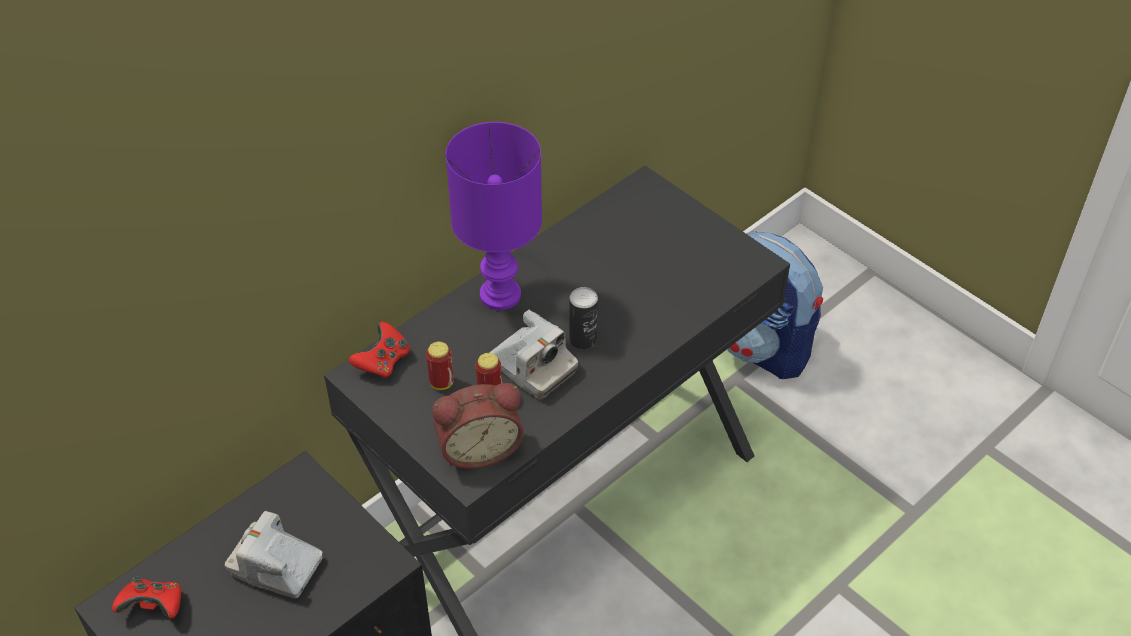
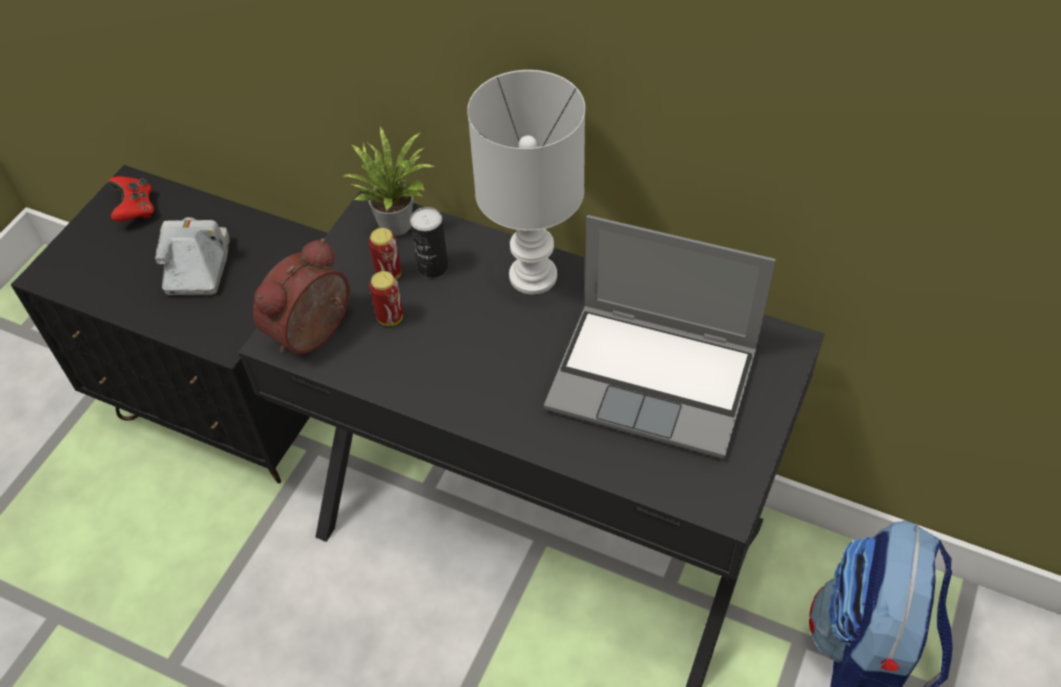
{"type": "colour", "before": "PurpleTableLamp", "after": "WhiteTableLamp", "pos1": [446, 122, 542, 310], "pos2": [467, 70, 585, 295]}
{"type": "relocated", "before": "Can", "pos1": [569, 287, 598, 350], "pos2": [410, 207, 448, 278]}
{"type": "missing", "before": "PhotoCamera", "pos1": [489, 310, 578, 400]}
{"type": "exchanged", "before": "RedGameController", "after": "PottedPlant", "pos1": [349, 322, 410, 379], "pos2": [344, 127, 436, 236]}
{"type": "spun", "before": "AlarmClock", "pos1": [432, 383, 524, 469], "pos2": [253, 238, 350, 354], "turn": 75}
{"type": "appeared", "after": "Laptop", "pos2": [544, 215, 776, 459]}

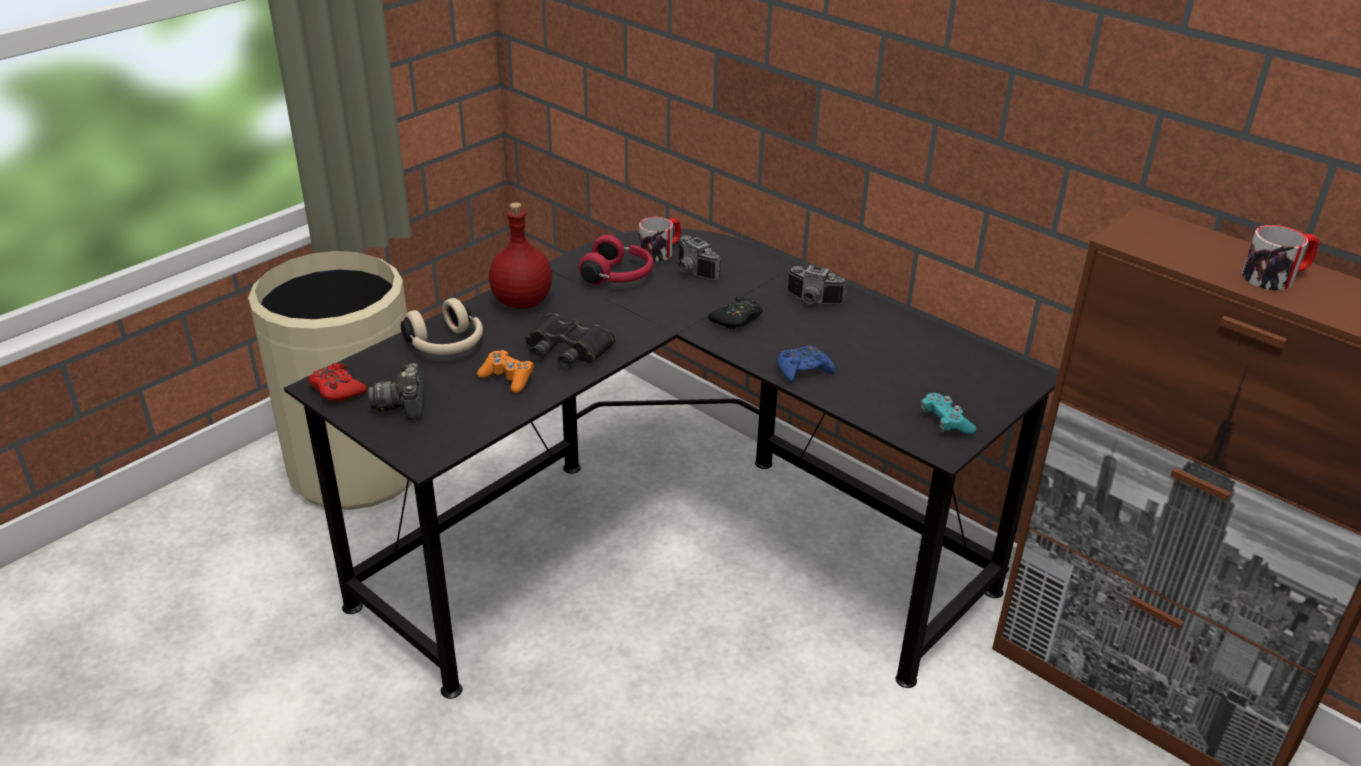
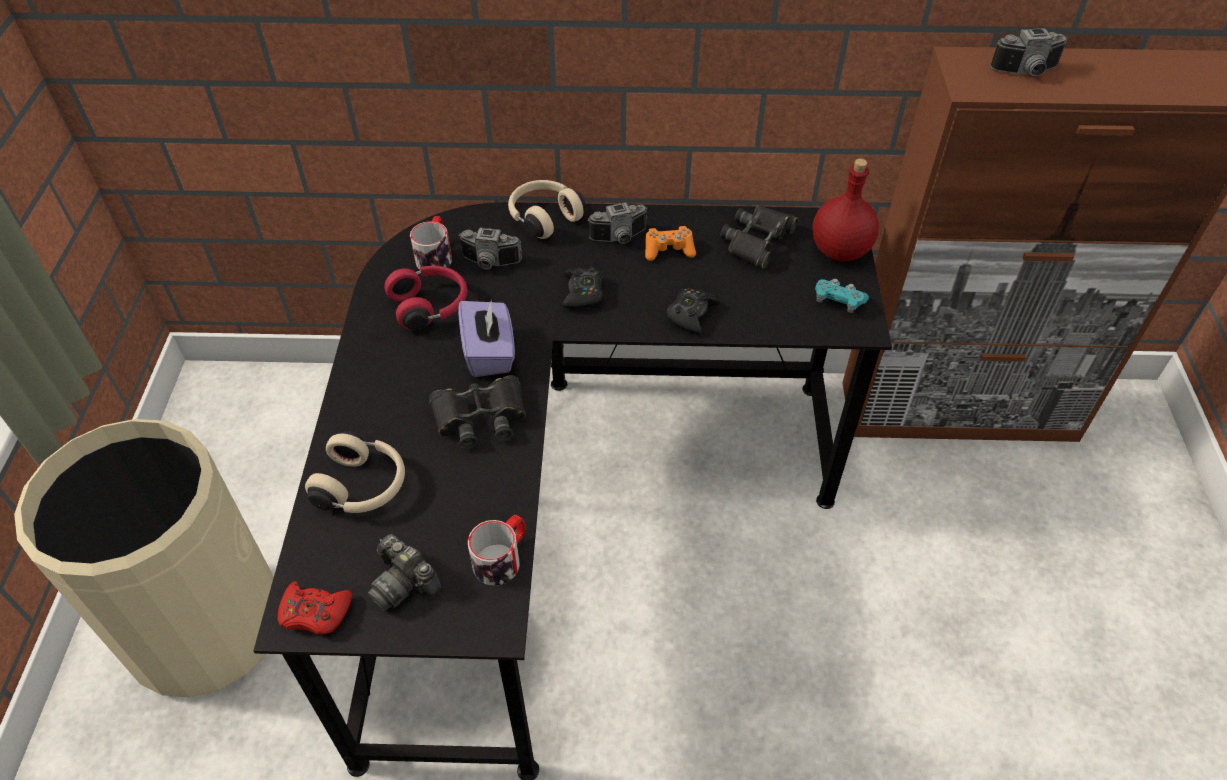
{"type": "relocated", "before": "RedBottle", "pos1": [489, 202, 552, 309], "pos2": [812, 159, 879, 262]}
{"type": "relocated", "before": "Mug", "pos1": [1242, 225, 1319, 291], "pos2": [468, 515, 525, 586]}
{"type": "colour", "before": "BlueGameController", "after": "BlackGameController", "pos1": [777, 345, 836, 383], "pos2": [666, 288, 720, 334]}
{"type": "relocated", "before": "OrangeGameController", "pos1": [477, 350, 534, 393], "pos2": [645, 226, 696, 261]}
{"type": "appeared", "after": "PhotoCamera", "pos2": [990, 28, 1068, 76]}
{"type": "appeared", "after": "BeigeHeadphones", "pos2": [508, 180, 586, 239]}
{"type": "appeared", "after": "BlackBinoculars", "pos2": [720, 205, 798, 269]}
{"type": "appeared", "after": "PurpleTissueBox", "pos2": [458, 299, 515, 377]}

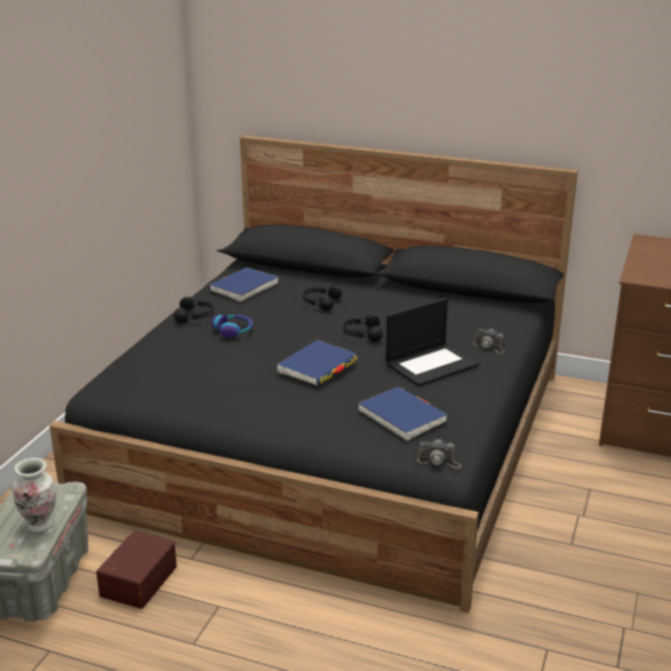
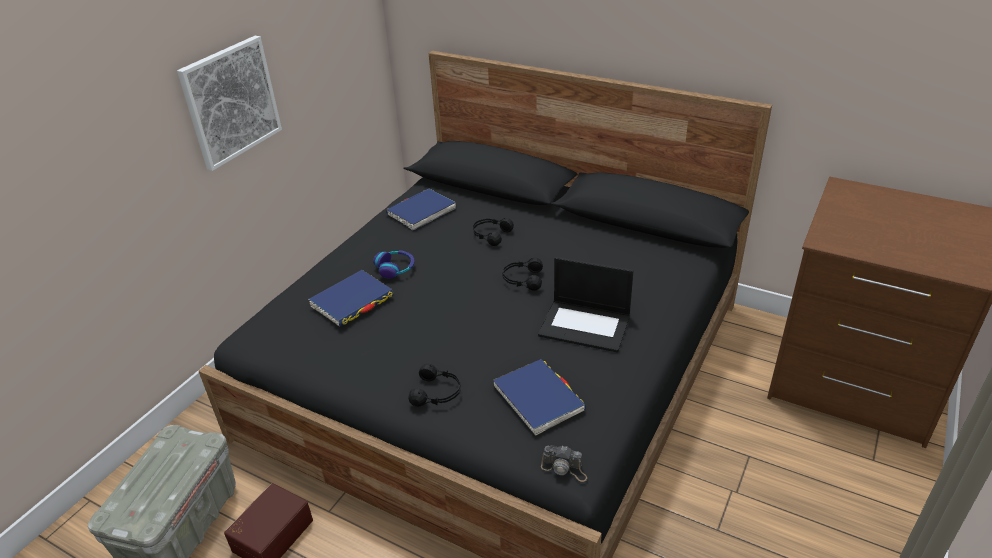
{"type": "relocated", "before": "BlackHeadphones", "pos1": [174, 297, 214, 323], "pos2": [408, 364, 461, 407]}
{"type": "spun", "before": "Laptop", "pos1": [386, 297, 479, 387], "pos2": [538, 257, 634, 353], "turn": 45}
{"type": "missing", "before": "PhotoCamera", "pos1": [473, 329, 505, 354]}
{"type": "relocated", "before": "BlueBook", "pos1": [276, 340, 358, 386], "pos2": [308, 270, 394, 327]}
{"type": "missing", "before": "Vase", "pos1": [13, 458, 56, 533]}
{"type": "appeared", "after": "Picture", "pos2": [177, 36, 282, 171]}

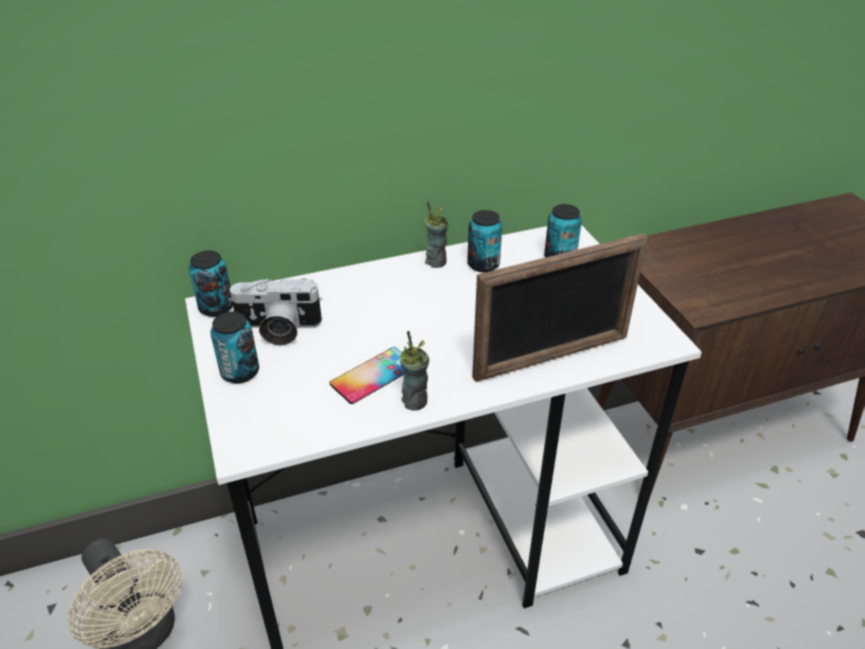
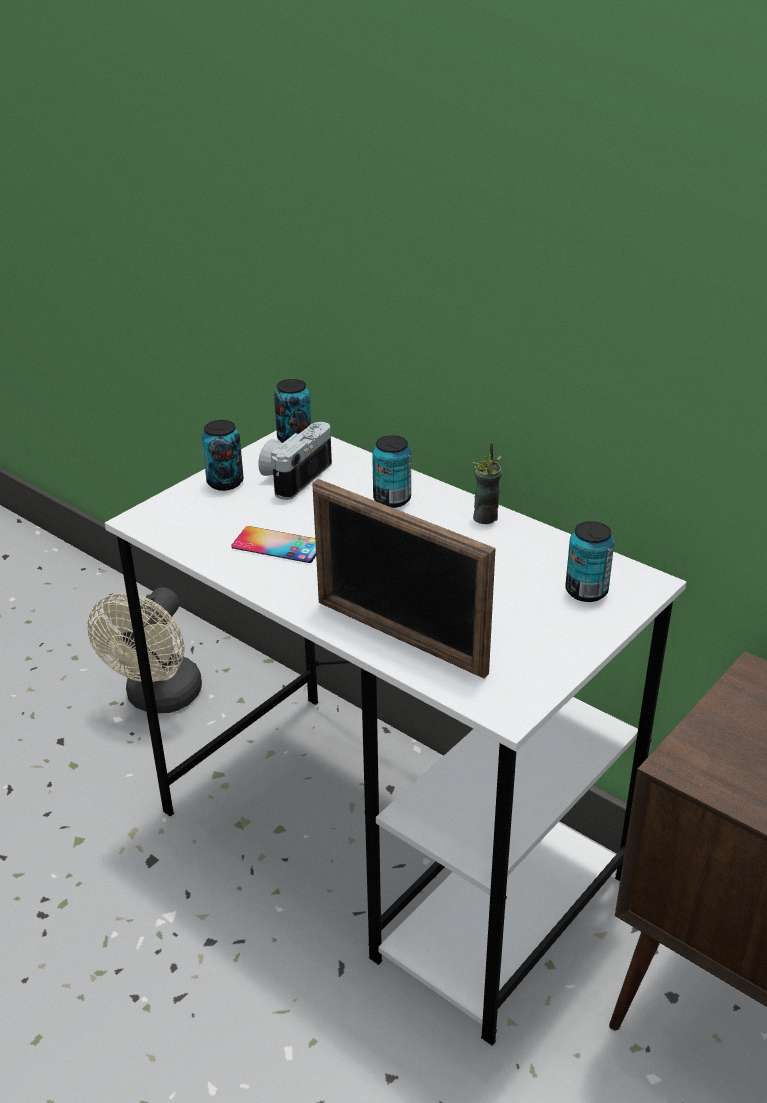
{"type": "relocated", "before": "Can", "pos1": [467, 210, 502, 272], "pos2": [372, 435, 411, 508]}
{"type": "spun", "before": "PhotoCamera", "pos1": [229, 278, 323, 346], "pos2": [258, 422, 332, 500], "turn": 60}
{"type": "missing", "before": "Cup", "pos1": [400, 331, 429, 411]}

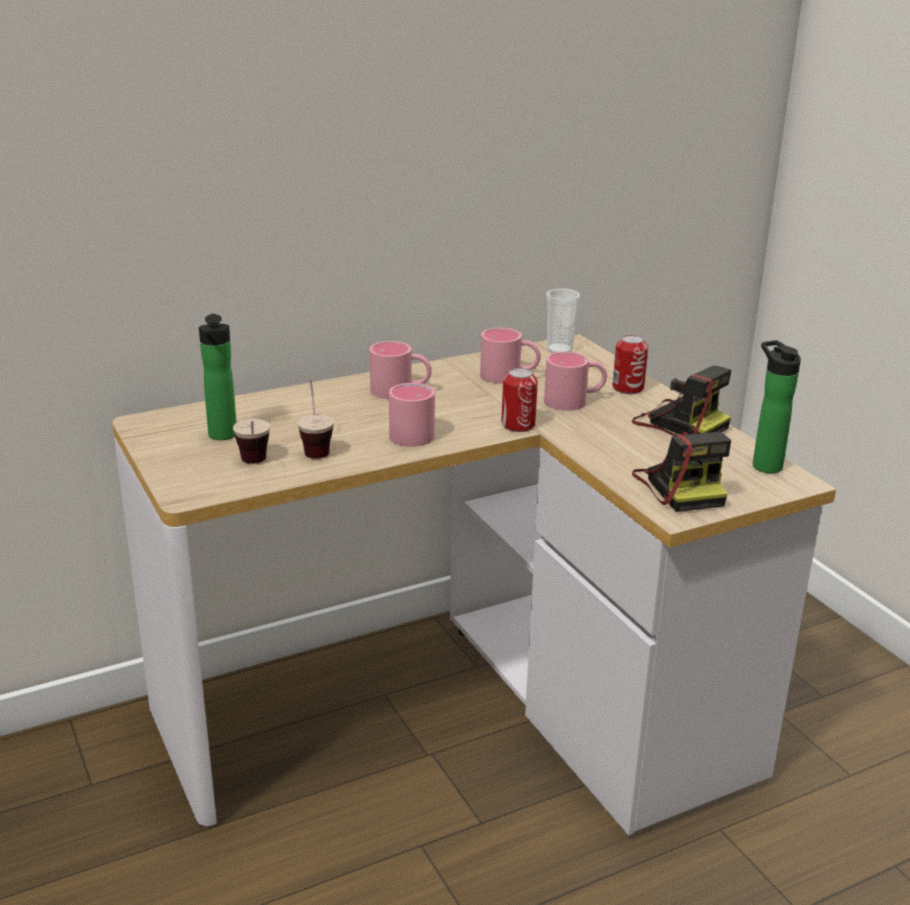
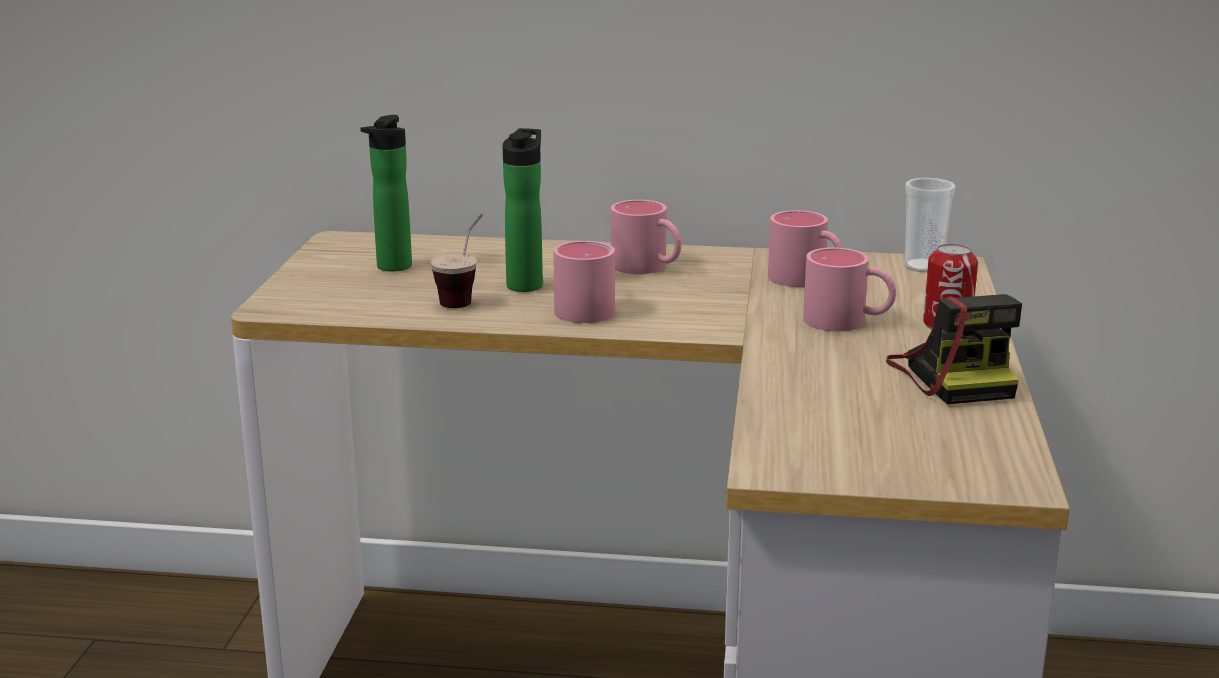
{"type": "relocated", "before": "Bottle", "pos1": [753, 340, 801, 473], "pos2": [503, 128, 543, 292]}
{"type": "missing", "before": "Can", "pos1": [501, 368, 538, 432]}
{"type": "missing", "before": "Cup", "pos1": [233, 419, 270, 464]}
{"type": "missing", "before": "PhotoCamera", "pos1": [632, 432, 731, 512]}

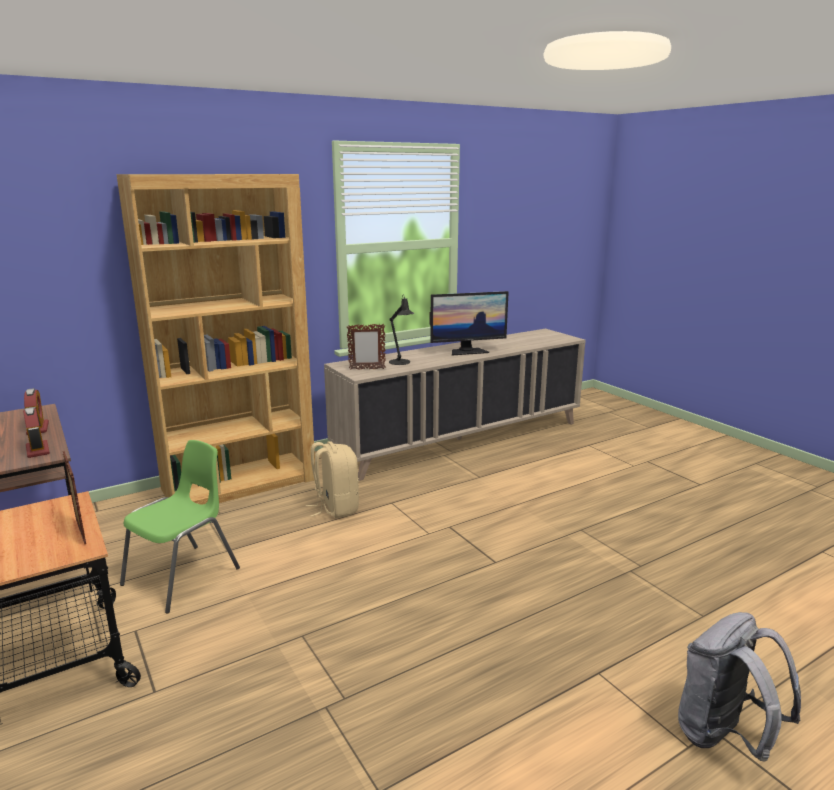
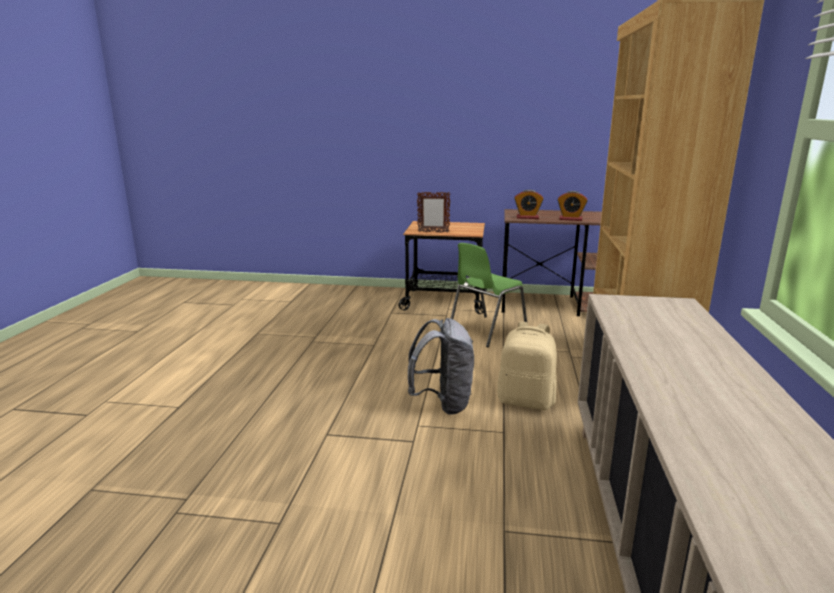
{"type": "missing", "before": "Monitor", "pos1": [429, 291, 509, 355]}
{"type": "missing", "before": "BlackTableLamp", "pos1": [389, 294, 414, 365]}
{"type": "missing", "before": "PictureFrame", "pos1": [347, 324, 386, 370]}
{"type": "spun", "before": "GreenChair", "pos1": [120, 440, 240, 614], "pos2": [450, 243, 527, 348], "turn": 60}
{"type": "relocated", "before": "GreyBackpack", "pos1": [678, 612, 801, 761], "pos2": [408, 318, 474, 415]}

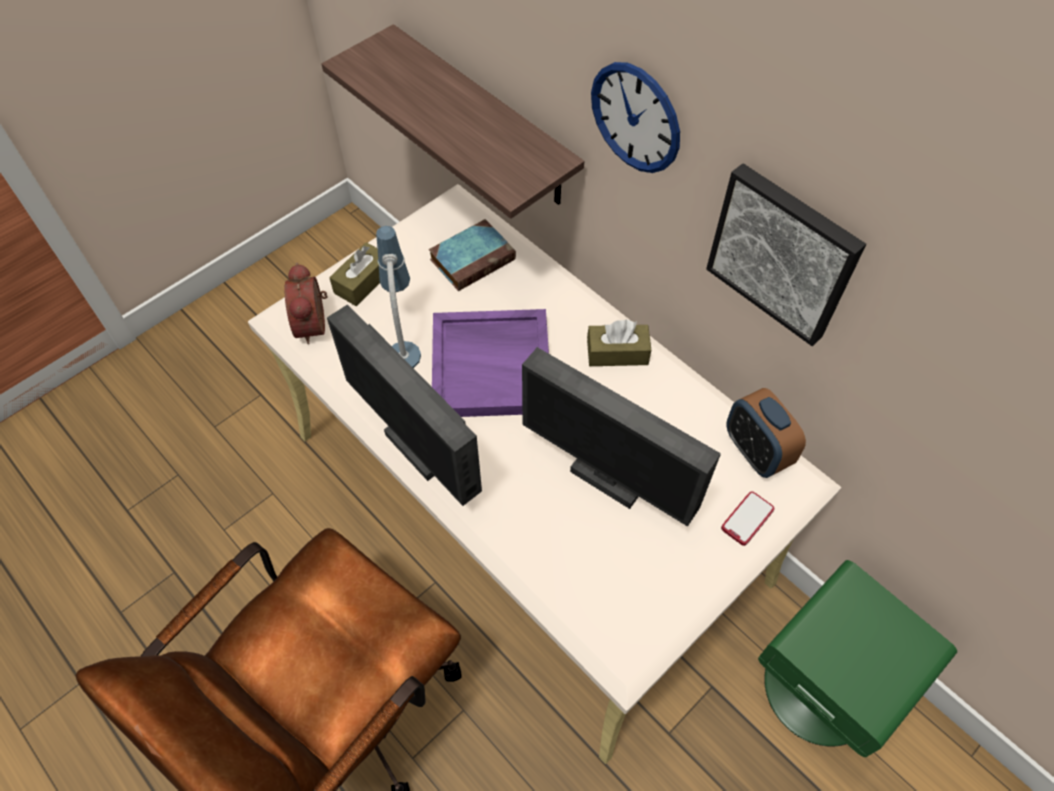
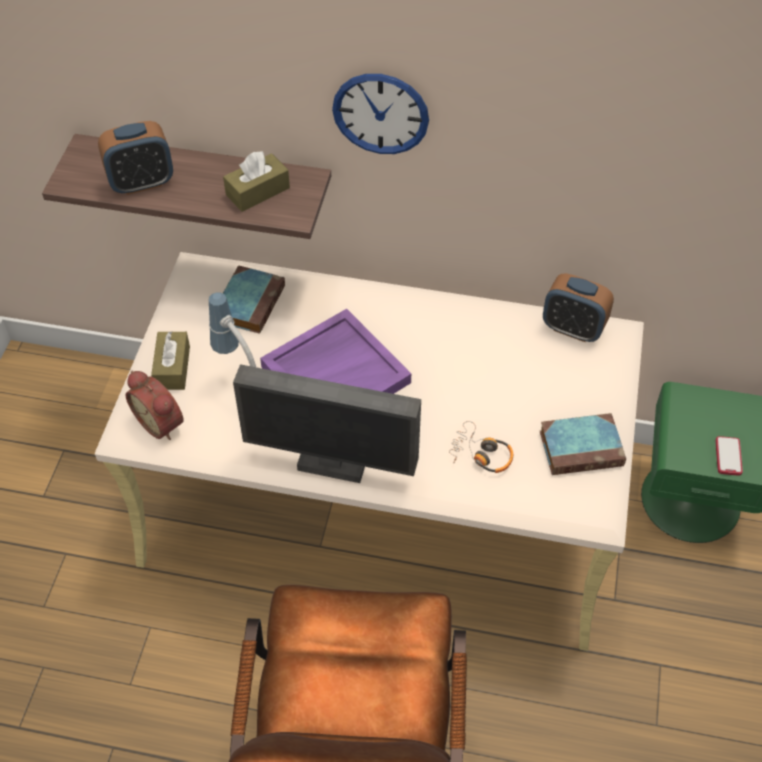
{"type": "missing", "before": "Picture", "pos1": [706, 163, 866, 346]}
{"type": "relocated", "before": "BrownTissueBox", "pos1": [587, 320, 651, 366], "pos2": [223, 151, 290, 212]}
{"type": "missing", "before": "Monitor", "pos1": [522, 347, 721, 527]}
{"type": "relocated", "before": "Phone", "pos1": [721, 491, 774, 546], "pos2": [715, 436, 743, 476]}
{"type": "appeared", "after": "AlarmClock", "pos2": [98, 121, 173, 195]}
{"type": "appeared", "after": "Book", "pos2": [540, 413, 626, 475]}
{"type": "appeared", "after": "Headphones", "pos2": [449, 421, 513, 473]}

